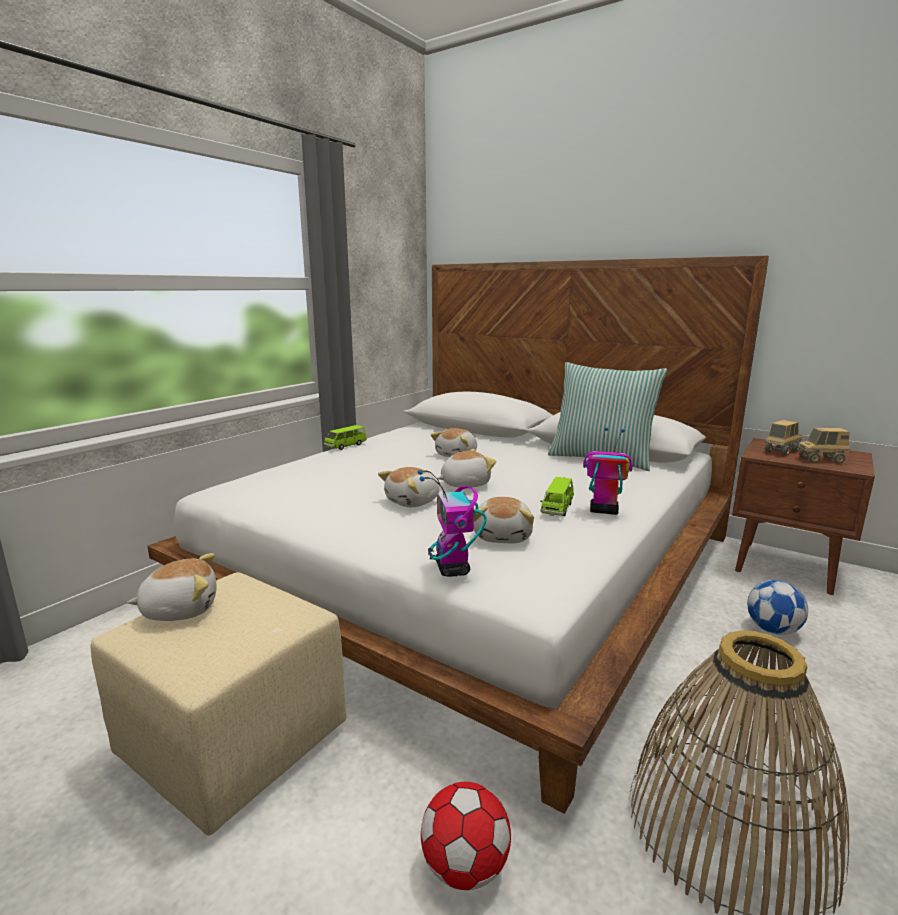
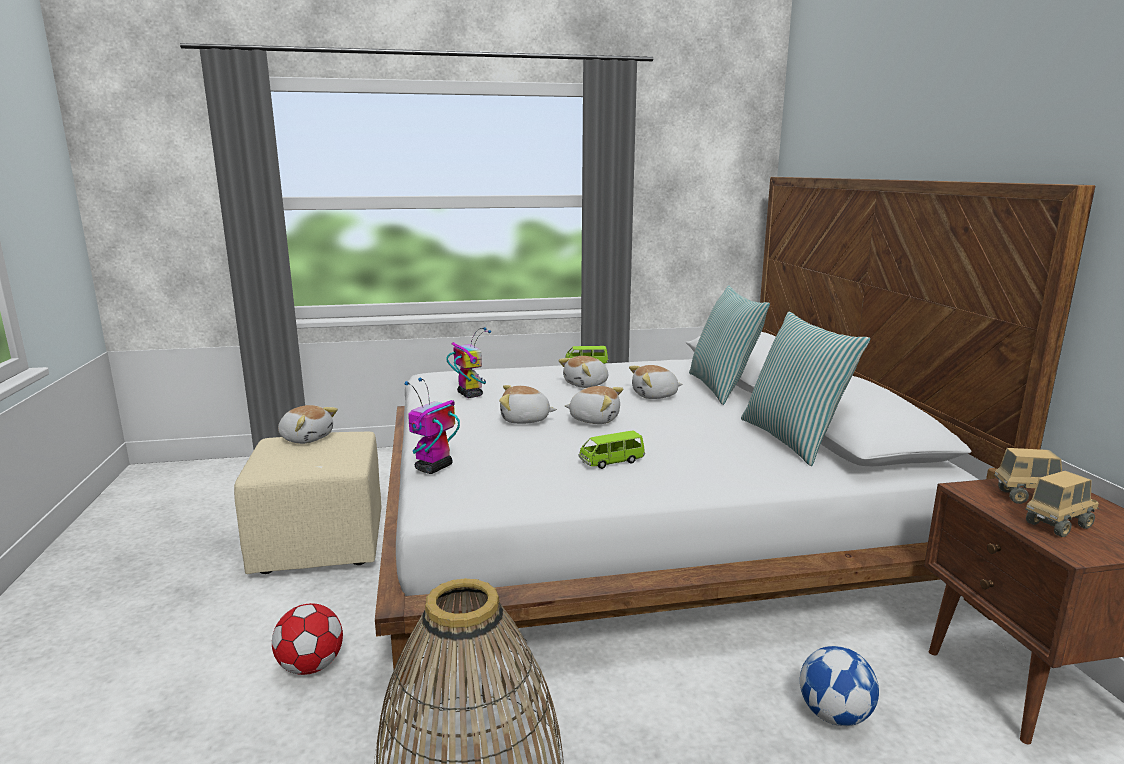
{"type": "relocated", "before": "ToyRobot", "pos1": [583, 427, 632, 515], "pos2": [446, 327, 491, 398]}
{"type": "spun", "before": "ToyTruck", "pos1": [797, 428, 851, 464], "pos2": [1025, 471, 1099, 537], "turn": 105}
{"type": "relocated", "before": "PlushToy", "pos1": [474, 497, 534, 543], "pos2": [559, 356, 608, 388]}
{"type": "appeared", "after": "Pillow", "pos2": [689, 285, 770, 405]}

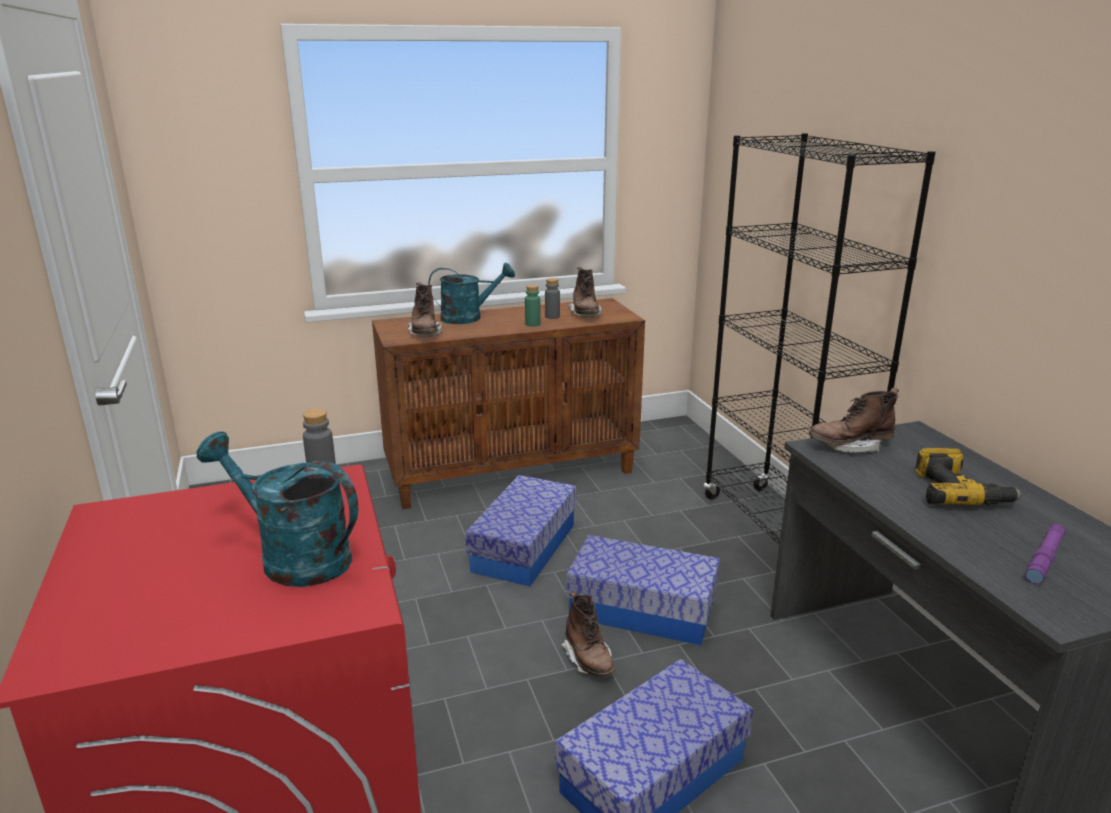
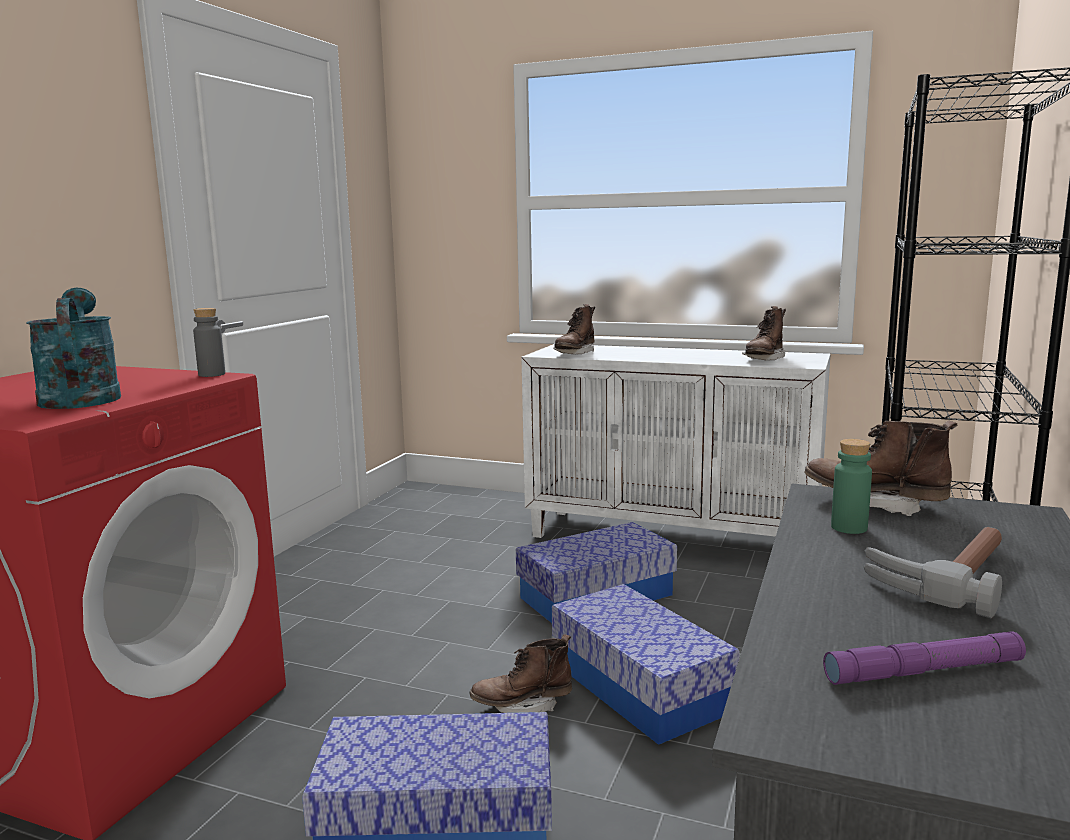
{"type": "missing", "before": "TurquoiseWateringCan", "pos1": [429, 263, 515, 324]}
{"type": "missing", "before": "GreyBottle", "pos1": [545, 278, 560, 319]}
{"type": "relocated", "before": "GreenBottle", "pos1": [525, 284, 541, 327], "pos2": [831, 439, 872, 534]}
{"type": "colour", "before": "BrownCabinet", "after": "WhiteCabinet", "pos1": [372, 298, 645, 509], "pos2": [521, 344, 831, 538]}
{"type": "exchanged", "before": "PowerDrill", "after": "Hammer", "pos1": [915, 448, 1023, 505], "pos2": [863, 527, 1002, 618]}
{"type": "spun", "before": "BrownBoot", "pos1": [561, 591, 616, 677], "pos2": [470, 634, 572, 713], "turn": 60}

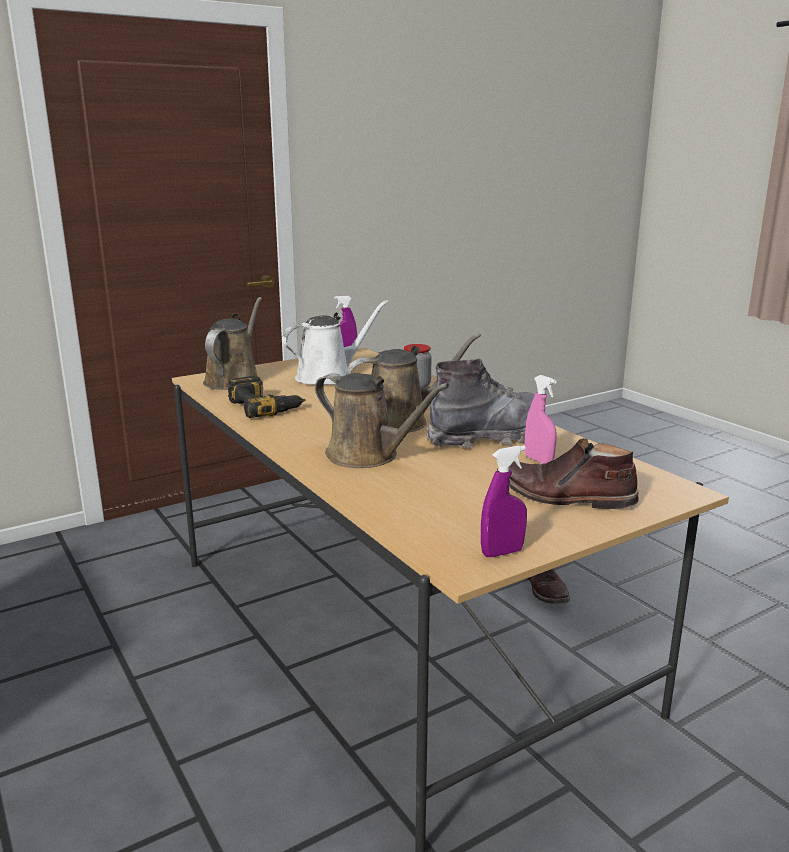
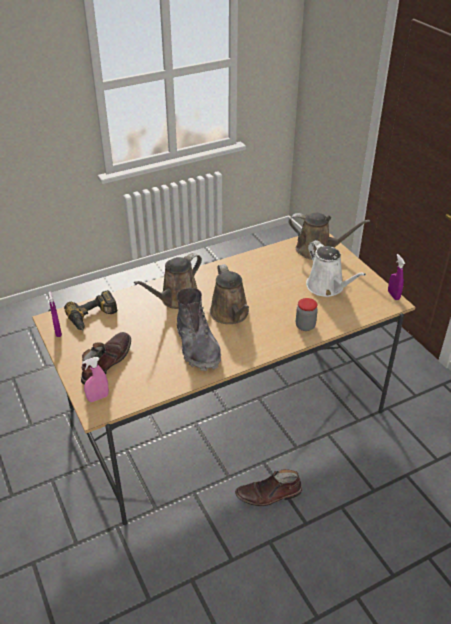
{"type": "relocated", "before": "PinkSprayBottle", "pos1": [525, 375, 557, 464], "pos2": [82, 357, 109, 402]}
{"type": "relocated", "before": "PowerDrill", "pos1": [227, 376, 306, 418], "pos2": [64, 290, 117, 331]}

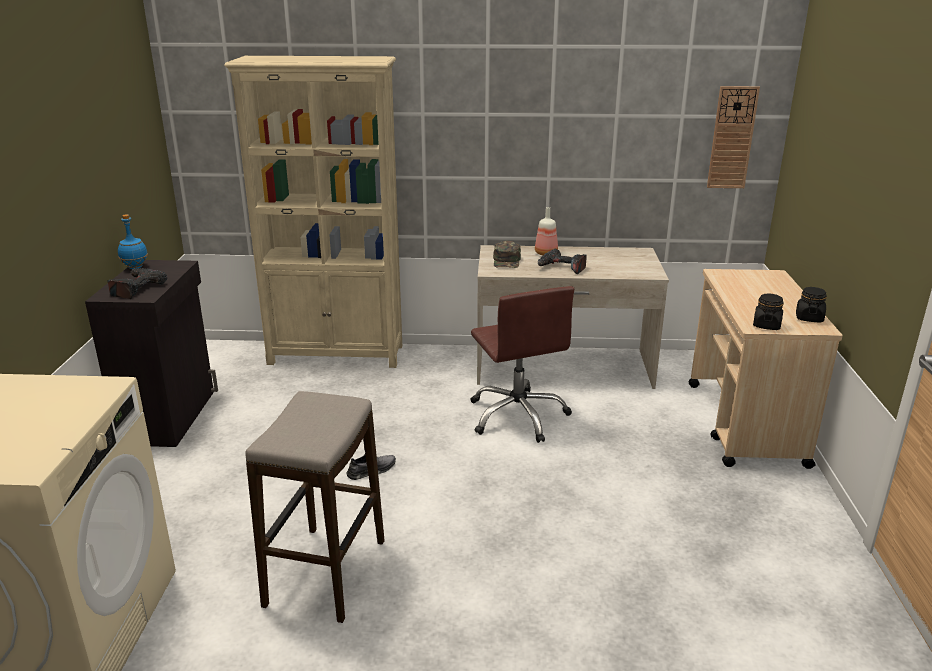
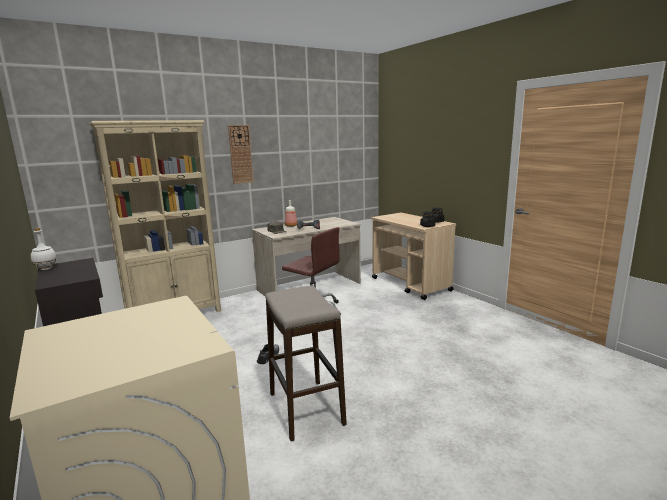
{"type": "relocated", "before": "WallClock", "pos1": [707, 86, 760, 188], "pos2": [228, 125, 254, 184]}
{"type": "colour", "before": "BlueBottle", "after": "WhiteBottle", "pos1": [118, 214, 148, 269], "pos2": [31, 228, 57, 270]}
{"type": "missing", "before": "PowerDrill", "pos1": [108, 268, 167, 299]}

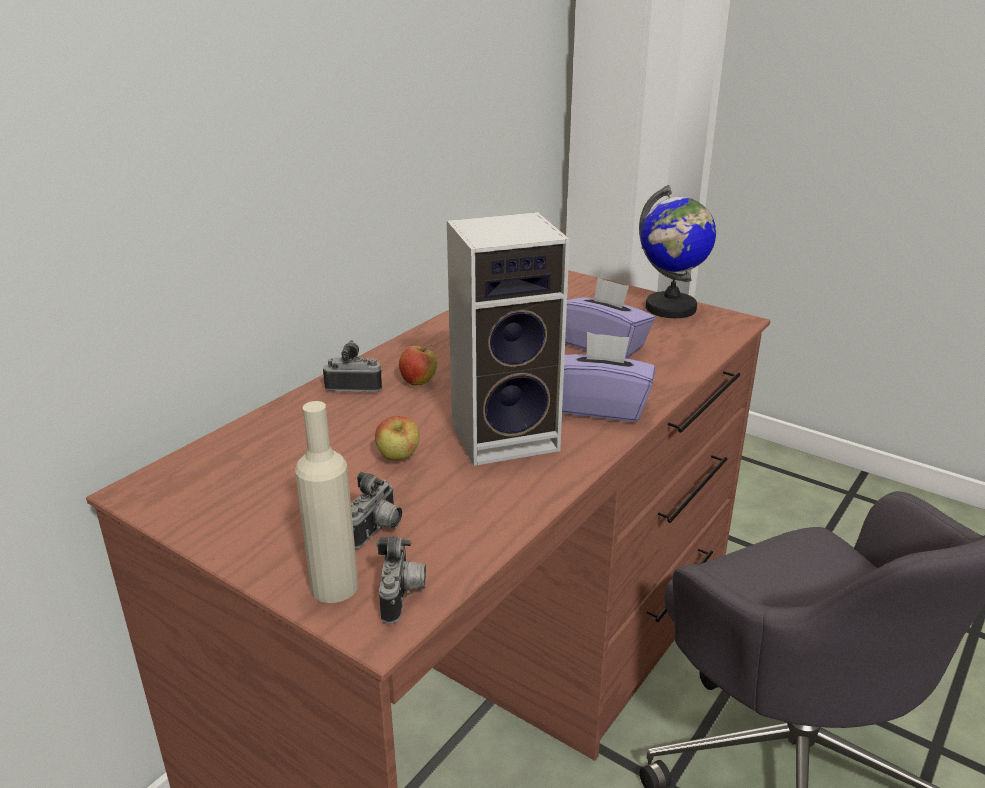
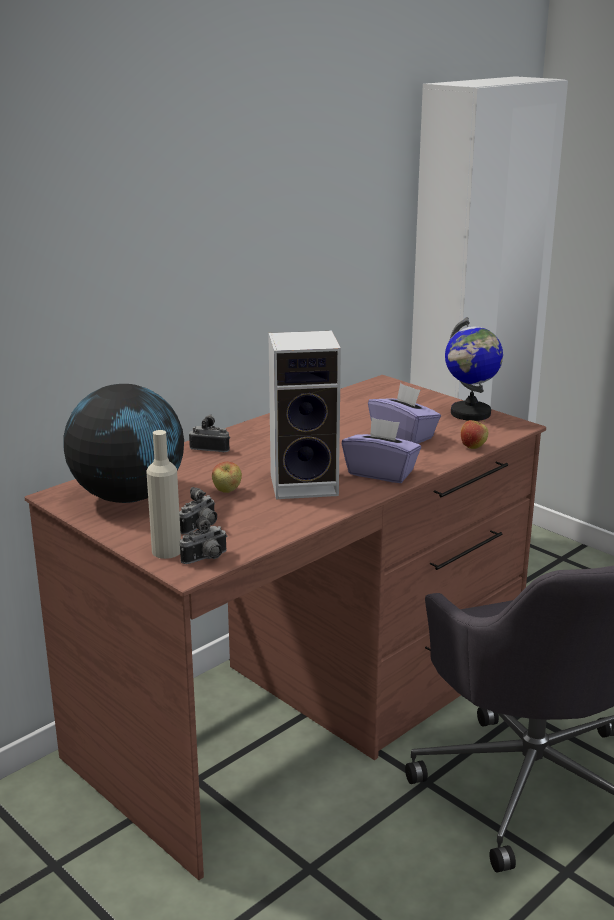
{"type": "relocated", "before": "Apple", "pos1": [399, 344, 437, 386], "pos2": [461, 420, 488, 449]}
{"type": "spun", "before": "PhotoCamera", "pos1": [376, 537, 426, 624], "pos2": [180, 515, 227, 564], "turn": 45}
{"type": "appeared", "after": "Globe", "pos2": [63, 384, 184, 503]}

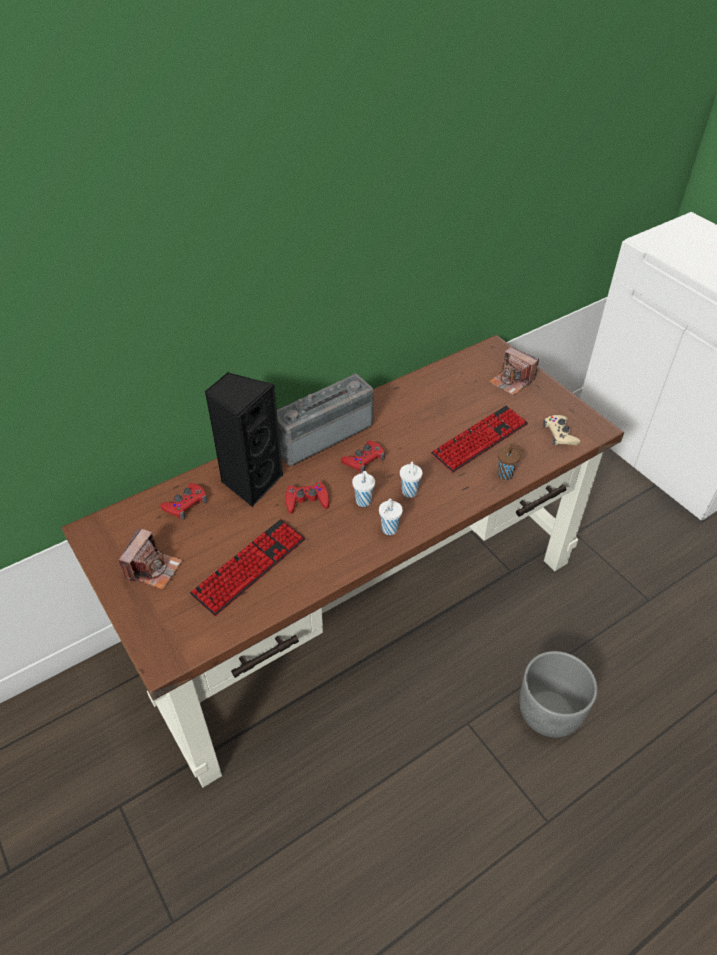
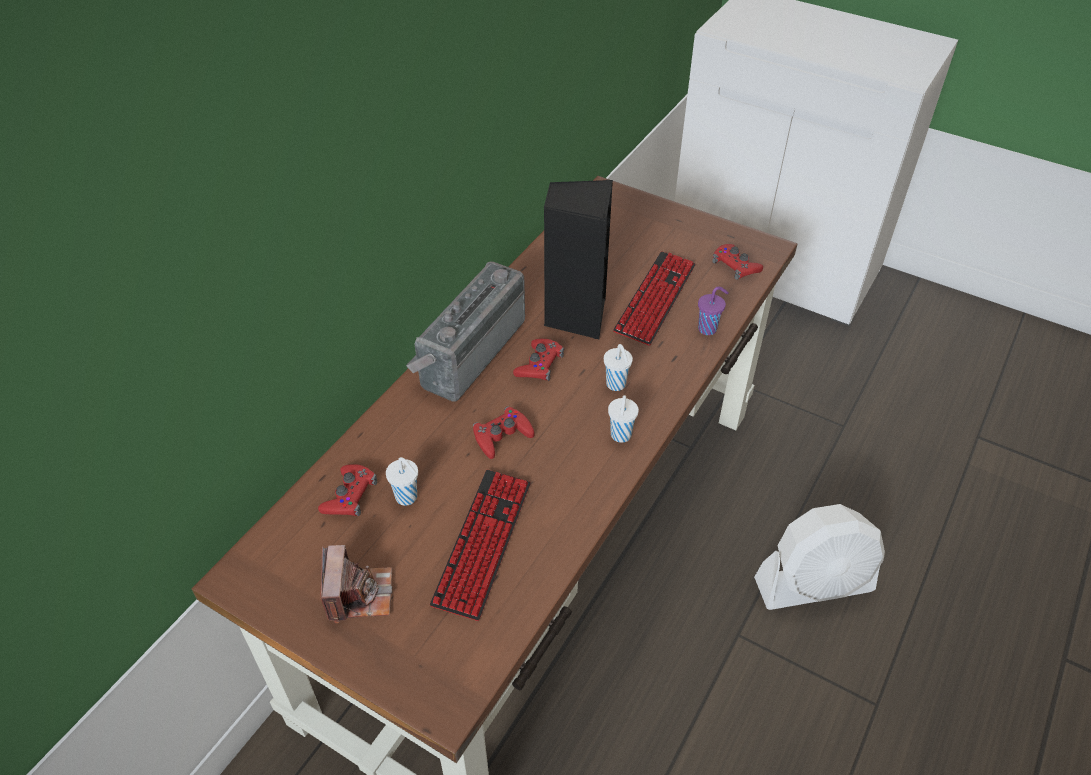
{"type": "missing", "before": "PhotoCamera", "pos1": [489, 347, 539, 396]}
{"type": "relocated", "before": "BlackSpeaker", "pos1": [204, 372, 284, 507], "pos2": [544, 180, 613, 339]}
{"type": "colour", "before": "BeigeGameController", "after": "RedGameController", "pos1": [543, 415, 581, 445], "pos2": [712, 244, 763, 280]}
{"type": "colour", "before": "BrownCup", "after": "PurpleCup", "pos1": [498, 443, 524, 480], "pos2": [698, 286, 729, 335]}
{"type": "relocated", "before": "WhiteCup", "pos1": [352, 471, 375, 507], "pos2": [386, 457, 418, 506]}
{"type": "exchanged", "before": "GreyPlanter", "after": "WhiteFan", "pos1": [520, 651, 597, 738], "pos2": [754, 504, 885, 610]}

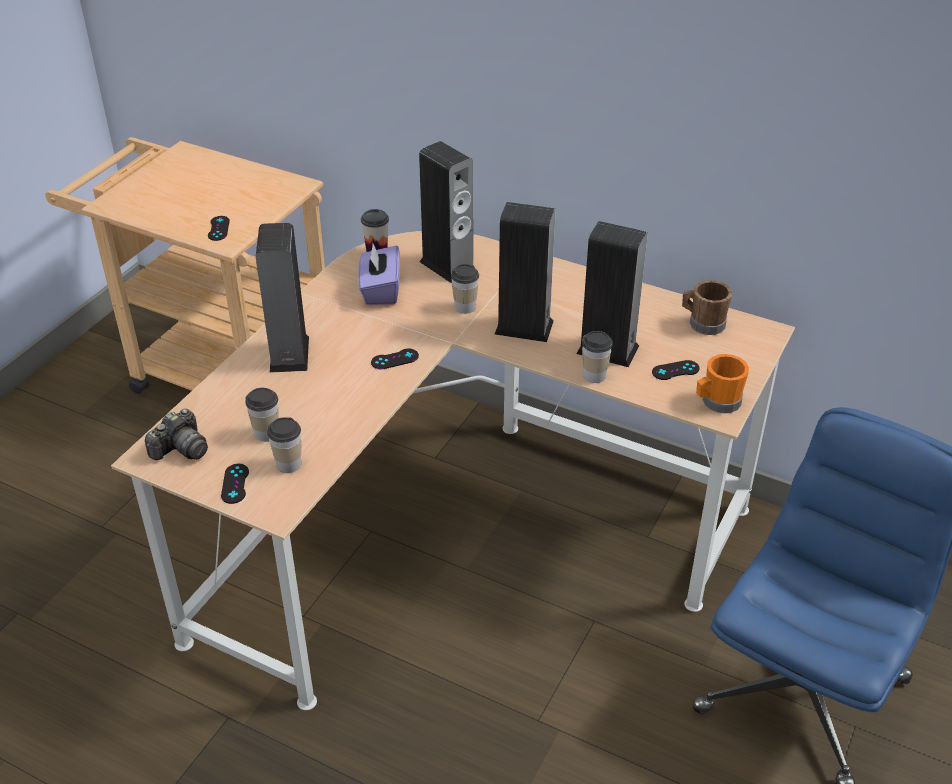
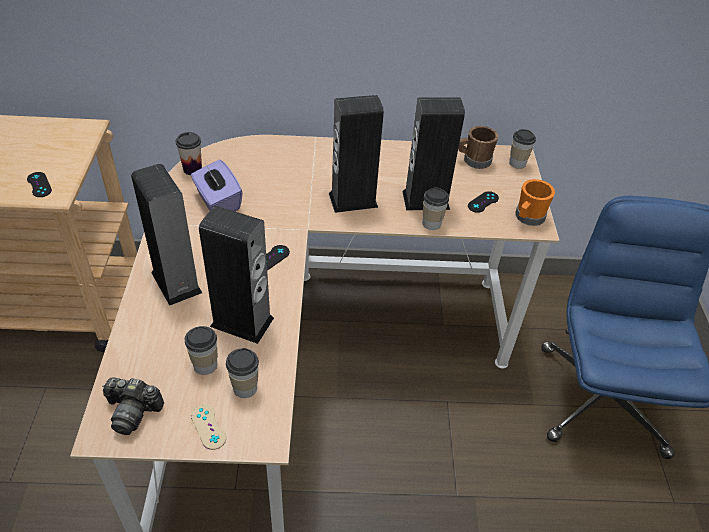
{"type": "relocated", "before": "Speaker", "pos1": [419, 141, 475, 283], "pos2": [199, 206, 274, 344]}
{"type": "relocated", "before": "Cup", "pos1": [451, 264, 479, 314], "pos2": [509, 129, 536, 169]}
{"type": "spun", "before": "PhotoCamera", "pos1": [145, 409, 208, 460], "pos2": [102, 377, 164, 435], "turn": 90}
{"type": "colour", "before": "BlackGameController", "after": "BeigeGameController", "pos1": [221, 464, 249, 504], "pos2": [191, 404, 226, 450]}

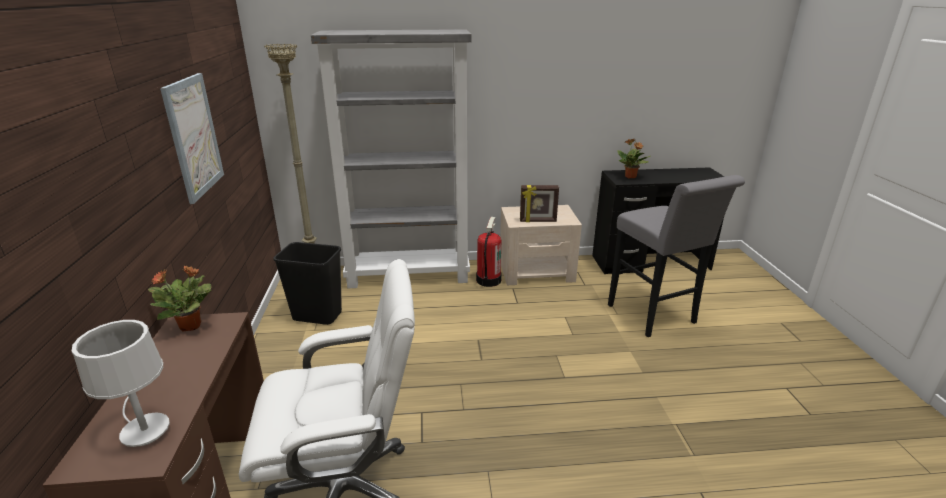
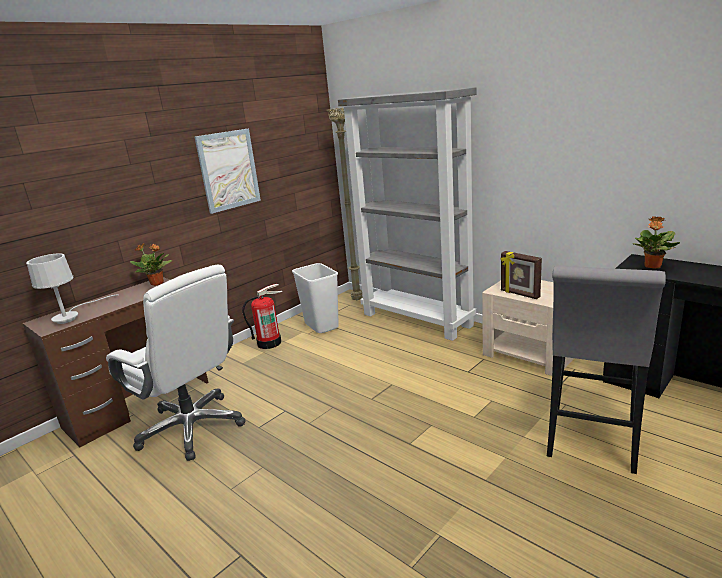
{"type": "relocated", "before": "FireExtinguisher", "pos1": [476, 217, 502, 287], "pos2": [242, 284, 282, 349]}
{"type": "colour", "before": "BlackTrashCan", "after": "WhiteTrashCan", "pos1": [273, 242, 342, 325], "pos2": [292, 263, 339, 333]}

